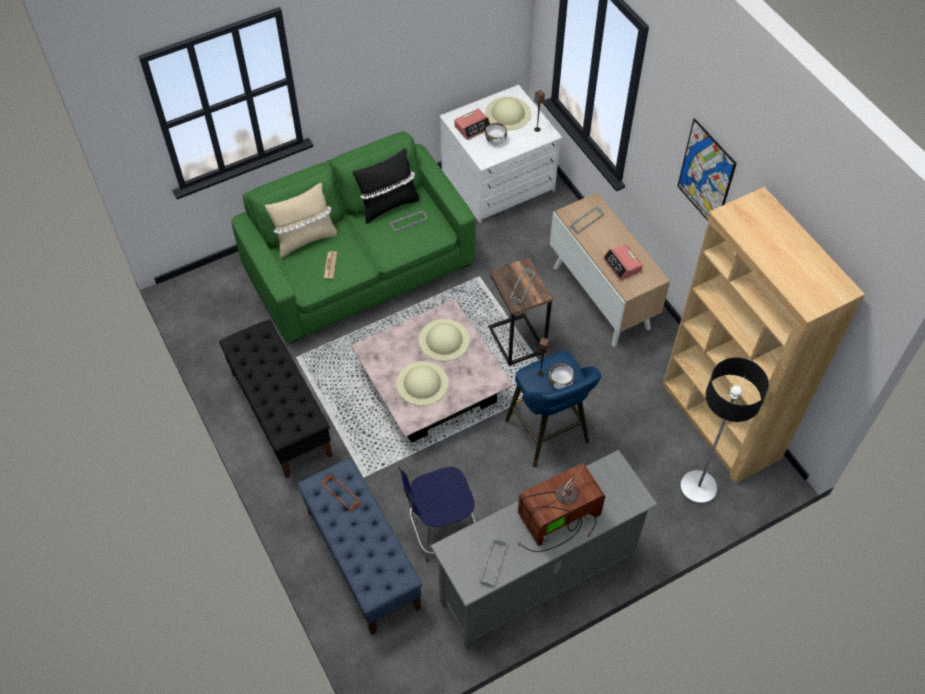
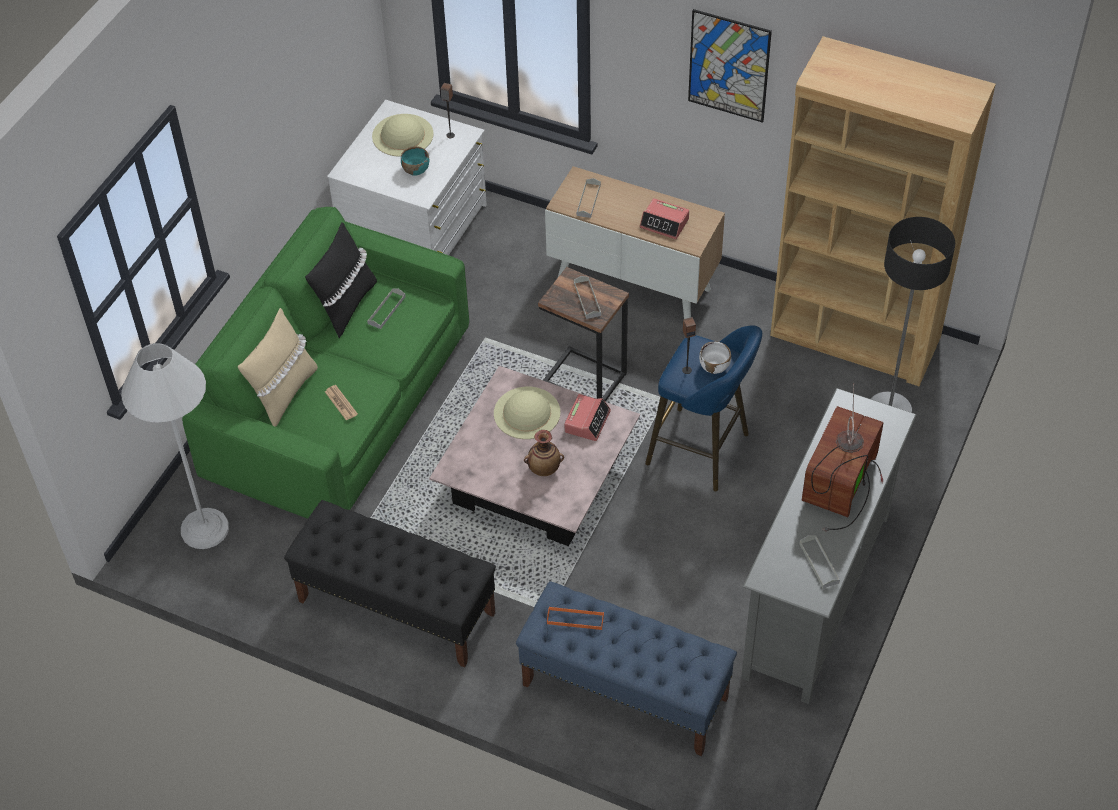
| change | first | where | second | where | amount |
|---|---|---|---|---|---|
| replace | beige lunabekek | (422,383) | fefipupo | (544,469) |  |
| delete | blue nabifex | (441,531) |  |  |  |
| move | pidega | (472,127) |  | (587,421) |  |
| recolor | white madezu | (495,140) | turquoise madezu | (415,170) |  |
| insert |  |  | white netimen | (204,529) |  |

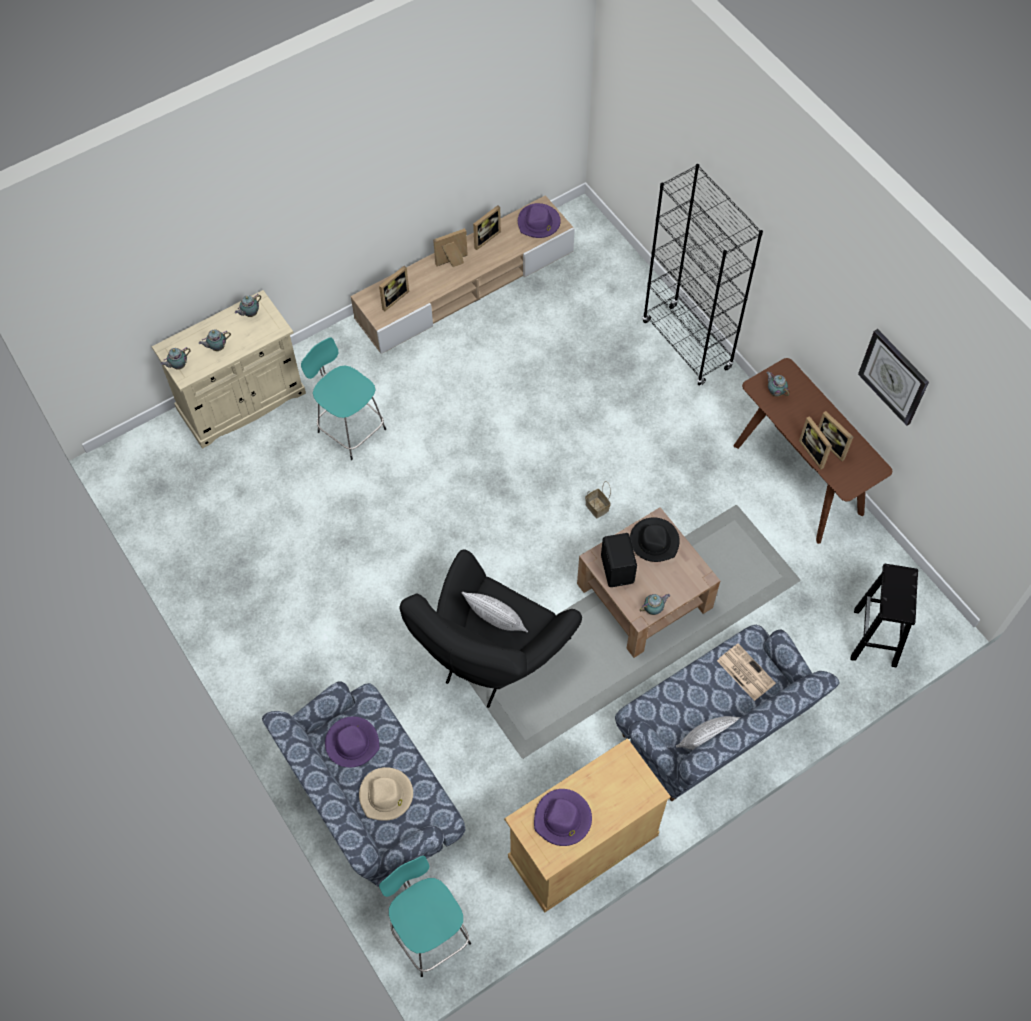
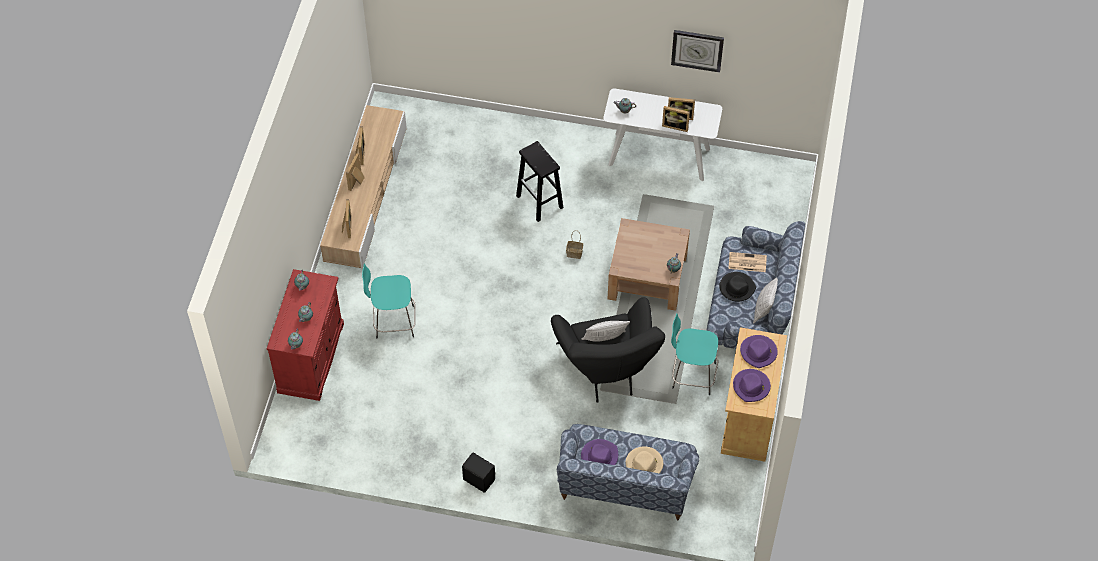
| change | first | where | second | where | amount |
|---|---|---|---|---|---|
| recolor | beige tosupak | (241,401) | red tosupak | (311,358) |  |
| move | turquoise nabifex | (429,932) |  | (692,375) |  |
| move | purple lunabekek | (539,223) |  | (758,352) |  |
| move | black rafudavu | (618,569) |  | (479,479) |  |
| move | black lunabekek | (654,541) |  | (736,288) |  |
| delete | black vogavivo | (687,345) |  |  |  |
| recolor | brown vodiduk | (798,479) | white vodiduk | (659,156) |  |
| move | black nabifex | (875,639) |  | (540,202) |  |

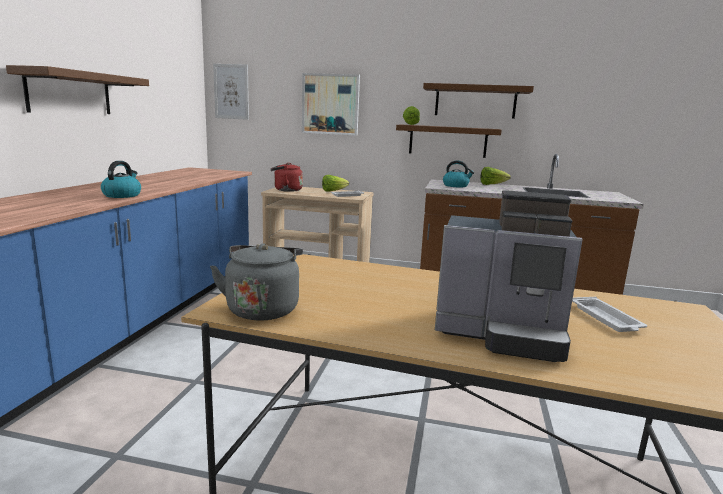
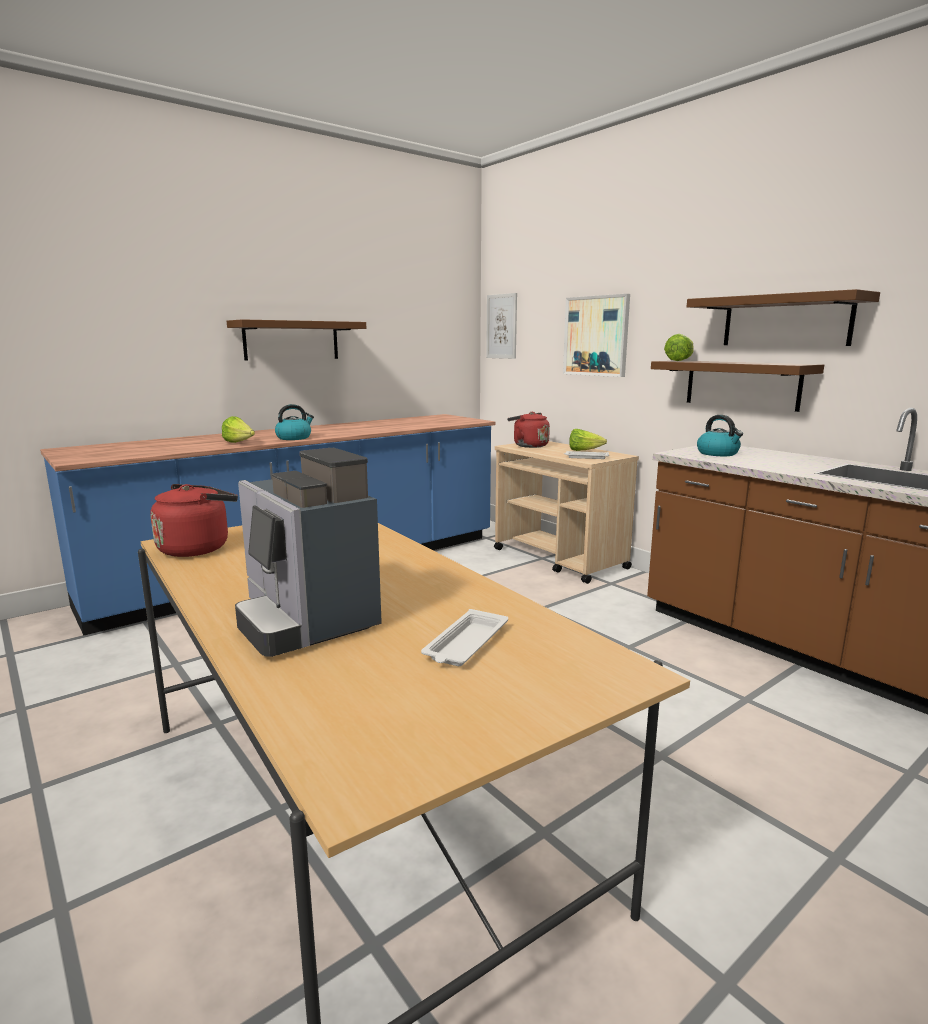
| change | first | where | second | where | amount |
|---|---|---|---|---|---|
| recolor | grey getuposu | (263,308) | red getuposu | (197,548) |  |
| move | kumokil | (492,185) |  | (240,443) |  |

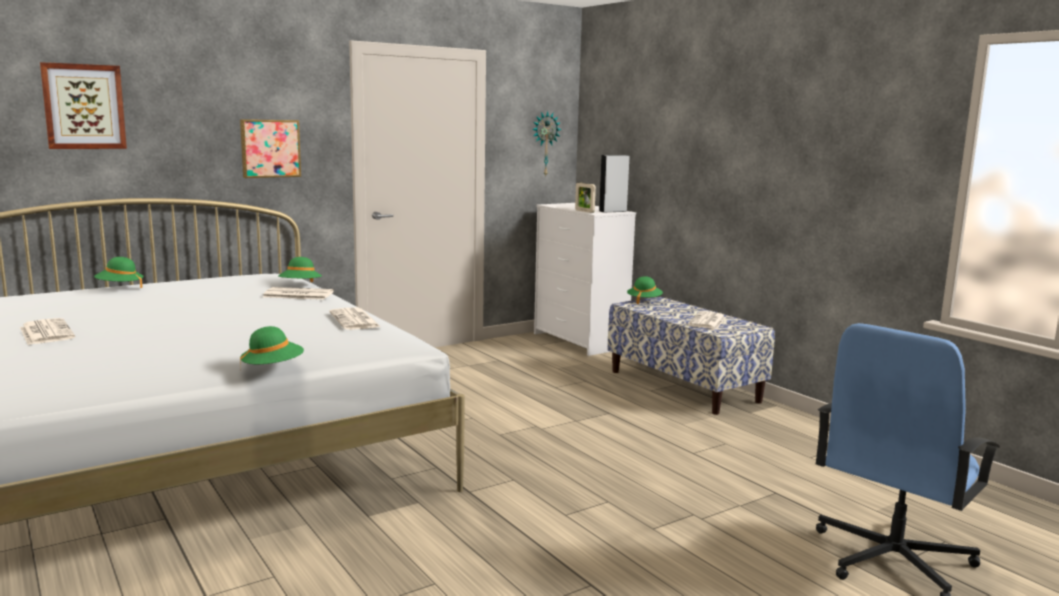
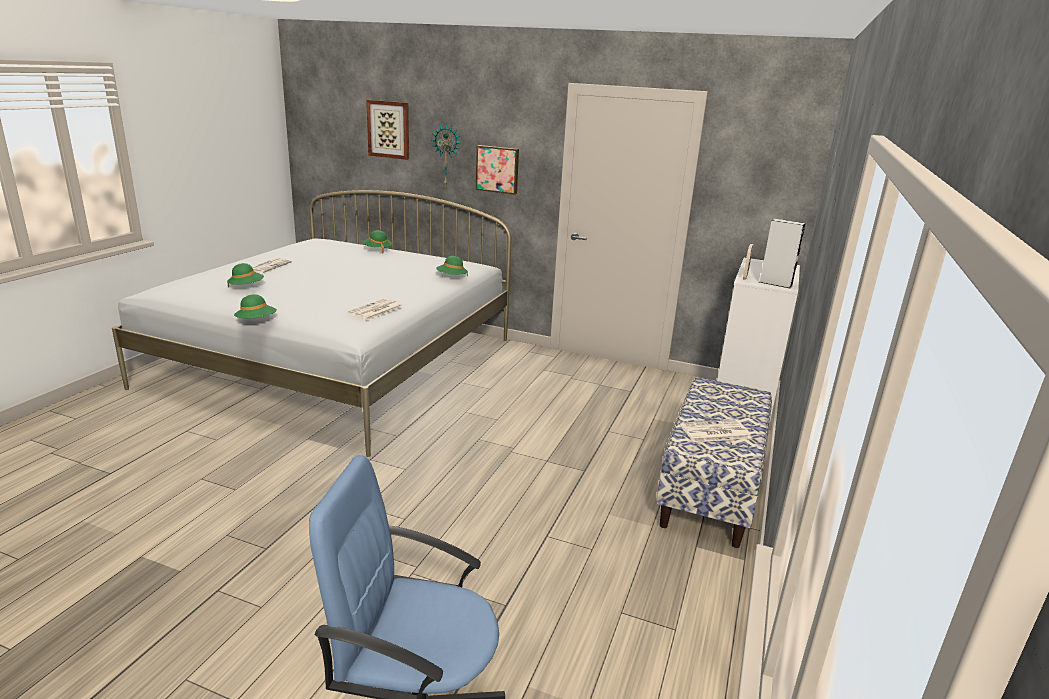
| change | first | where | second | where | amount |
|---|---|---|---|---|---|
| delete | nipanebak | (297,295) |  |  |  |
| move | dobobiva | (544,144) |  | (447,155) |  |
| move | green lunabekek | (644,301) |  | (246,287) |  |

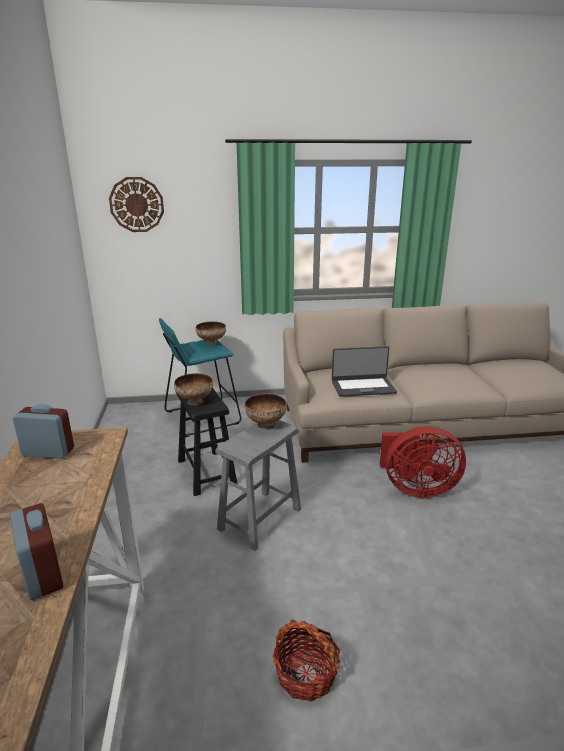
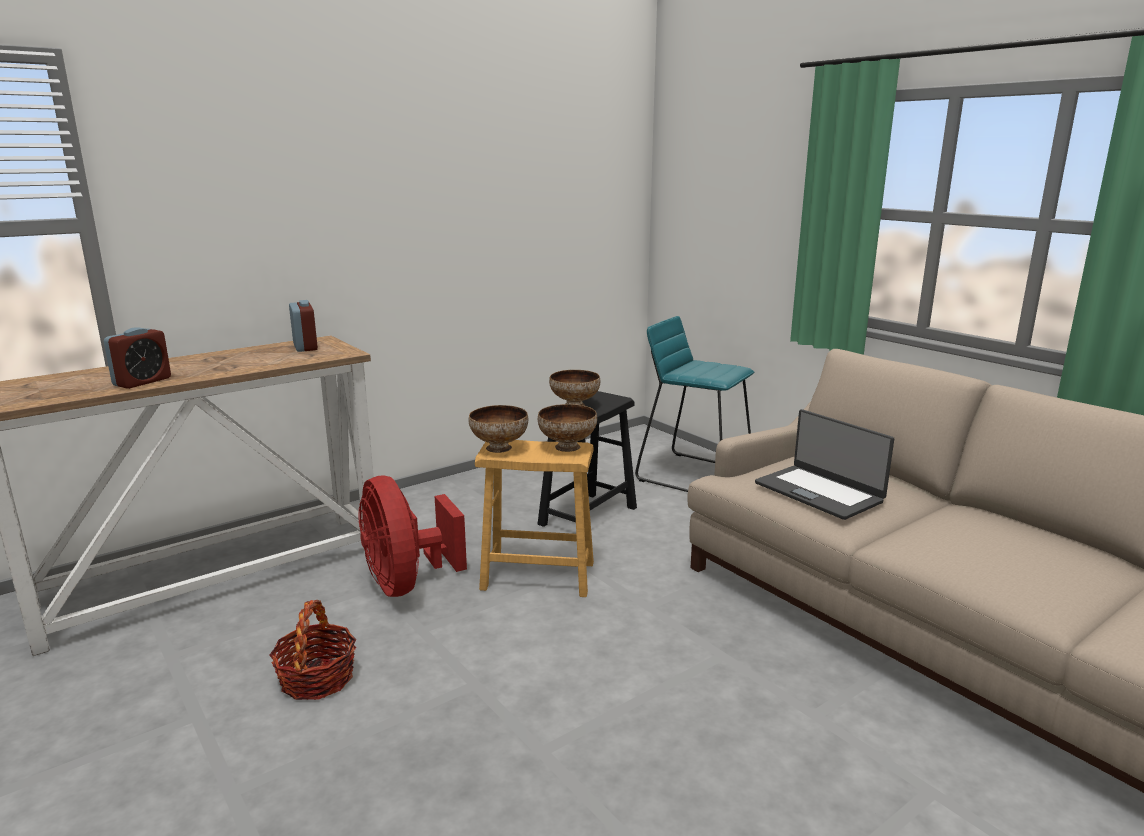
| change | first | where | second | where | amount |
|---|---|---|---|---|---|
| delete | dobobiva | (136,204) |  |  |  |
| move | madezu | (212,343) |  | (500,448) |  |
| recolor | grey nabifex | (259,519) | brown nabifex | (538,575) |  |
| move | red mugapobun | (415,488) |  | (406,583) |  |

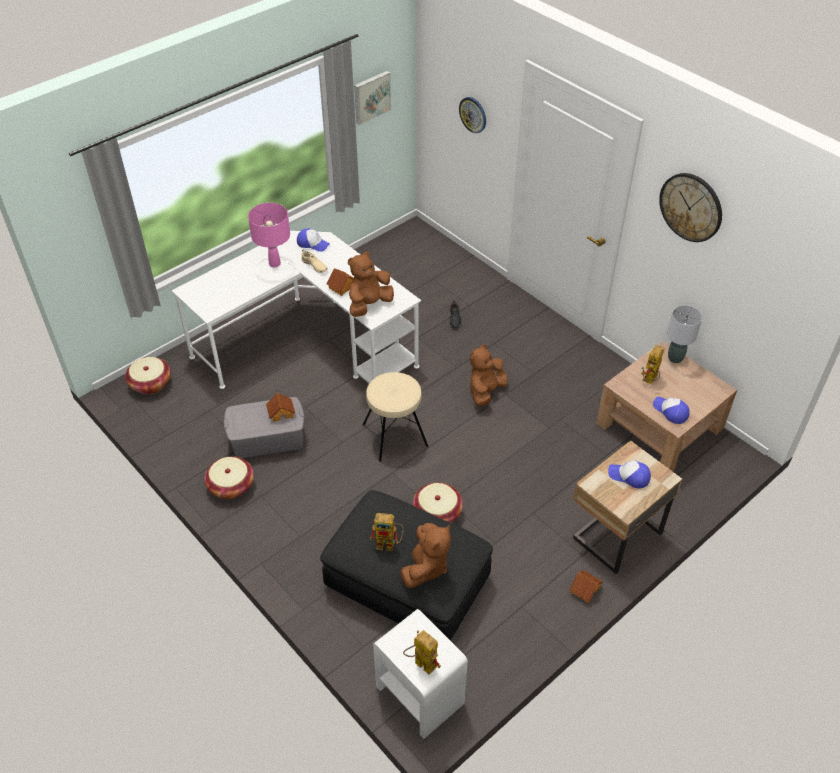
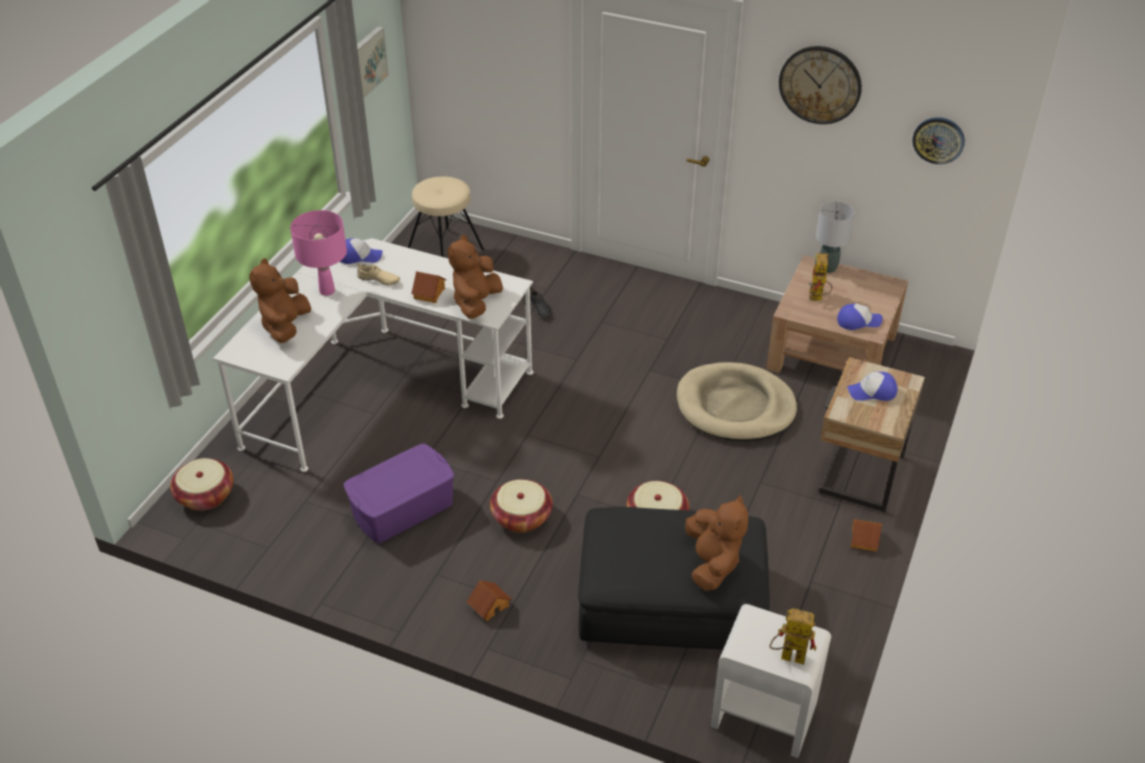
| change | first | where | second | where | amount |
|---|---|---|---|---|---|
| move | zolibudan | (231,486) |  | (521,517) |  |
| recolor | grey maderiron | (267,439) | purple maderiron | (402,509) |  |
| move | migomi | (281,412) |  | (489,605) |  |
| move | beige nabifex | (395,435) |  | (445,250) |  |
| delete | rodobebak | (389,544) |  |  |  |
| move | dobobiva | (473,114) |  | (938,140) |  |
| move | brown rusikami | (485,391) |  | (285,326) |  |
| rotate | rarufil | (670,411) |  | (858,321) | 150 degrees clockwise |
| insert |  |  | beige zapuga | (735,407) |  |

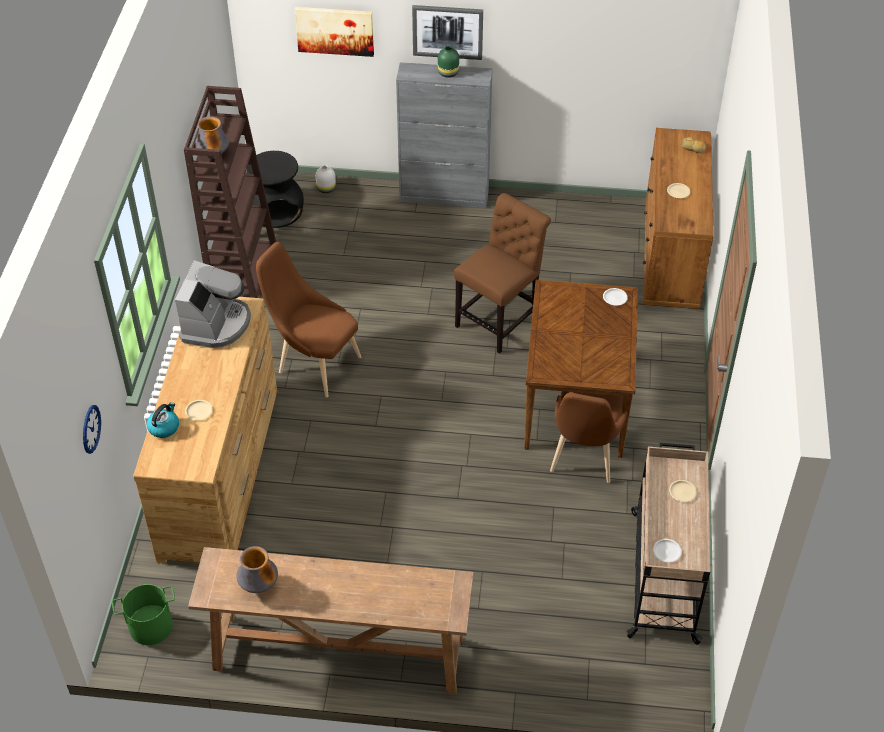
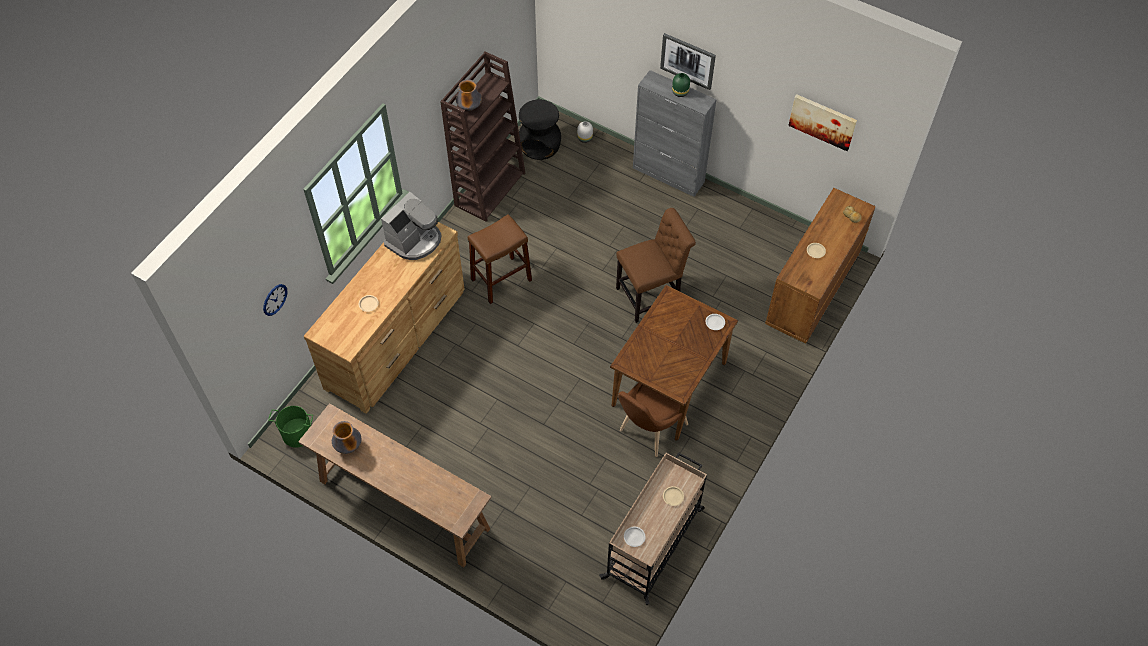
| change | first | where | second | where | amount |
|---|---|---|---|---|---|
| delete | getuposu | (164,427) |  |  |  |
| replace | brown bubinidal | (314,363) | brown nabifex | (501,279) |  |
| move | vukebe | (335,30) |  | (822,121) |  |

